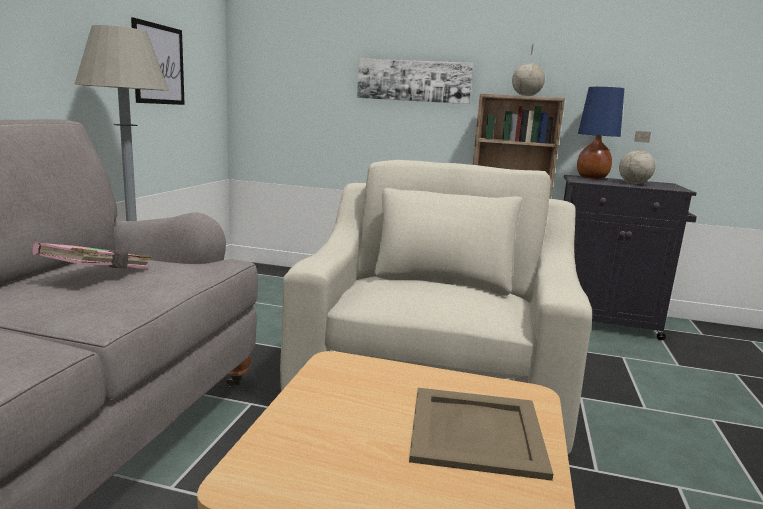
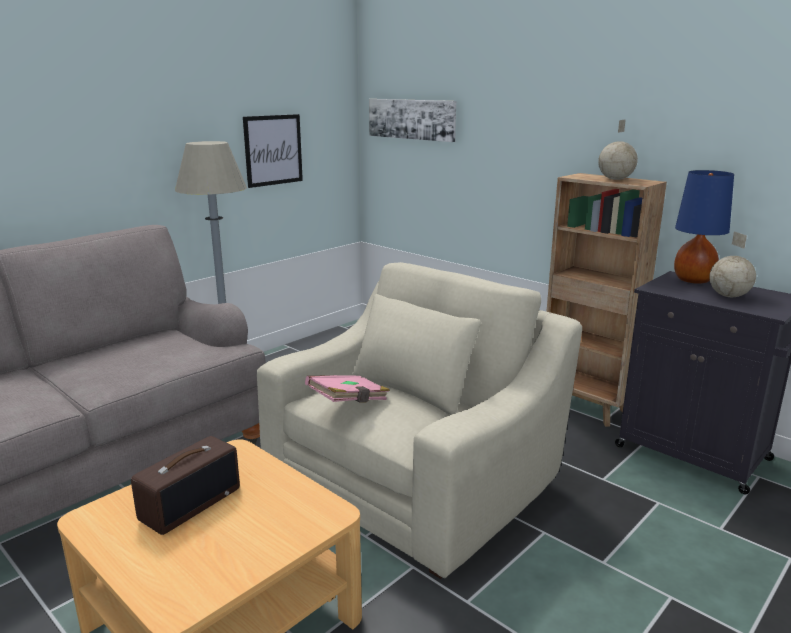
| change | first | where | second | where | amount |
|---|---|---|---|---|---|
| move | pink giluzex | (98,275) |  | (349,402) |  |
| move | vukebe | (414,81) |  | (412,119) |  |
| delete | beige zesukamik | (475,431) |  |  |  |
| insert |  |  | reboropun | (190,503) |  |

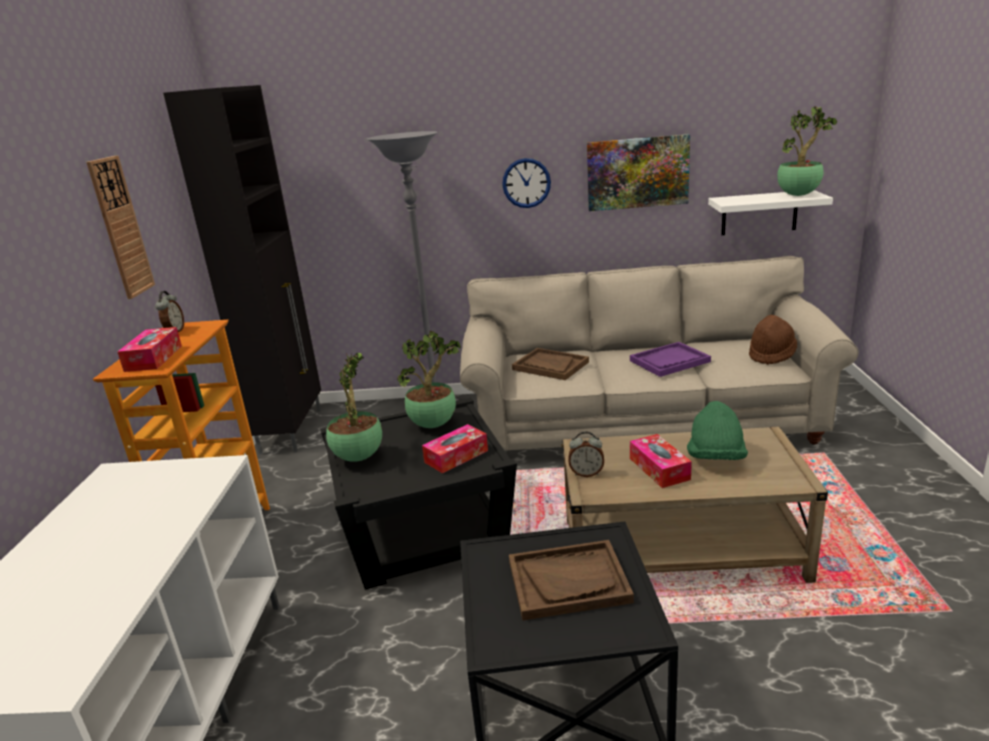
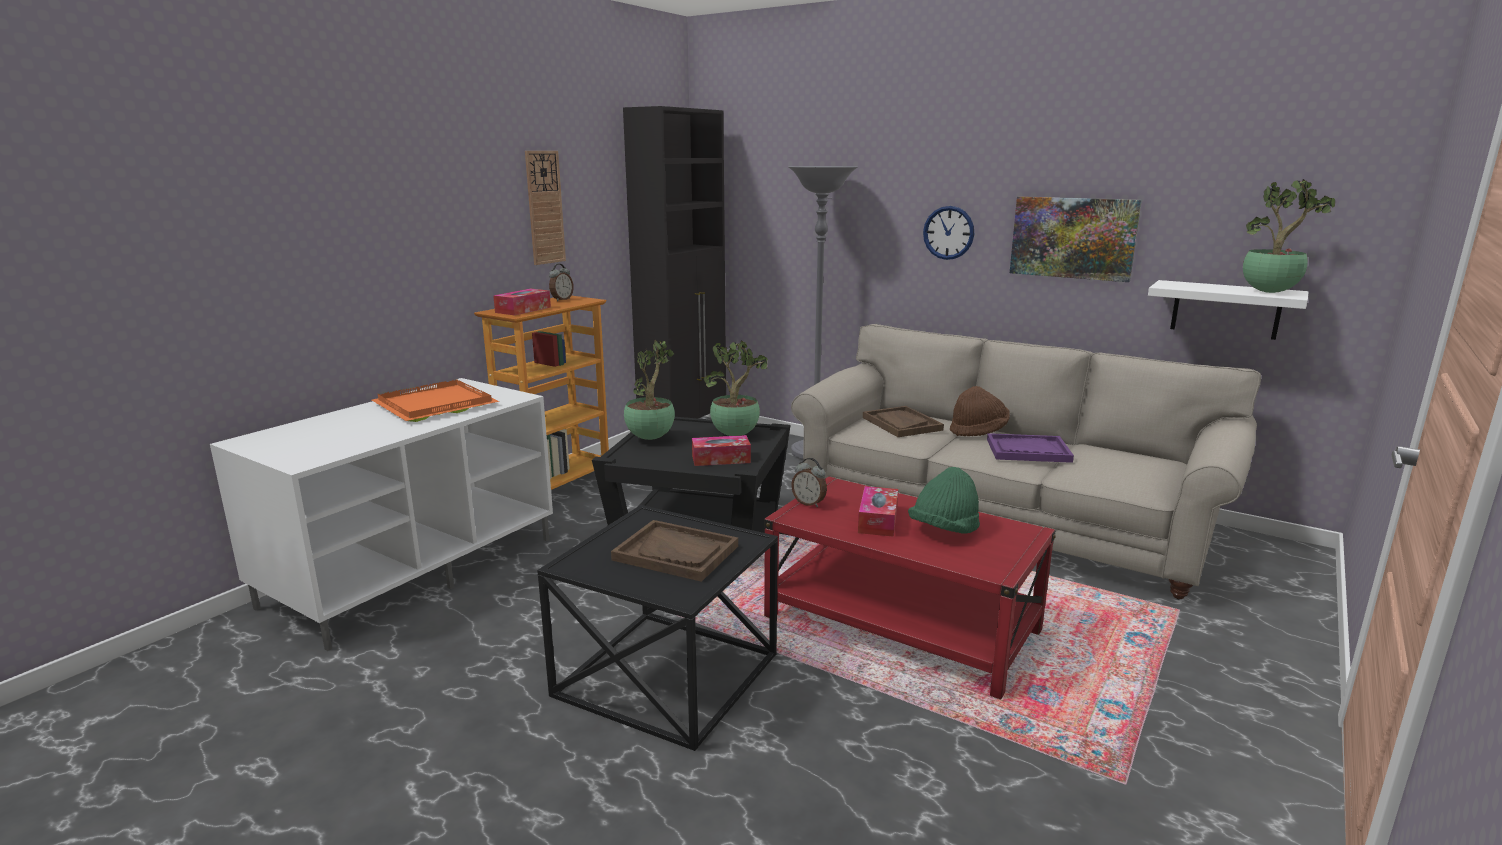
| change | first | where | second | where | amount |
|---|---|---|---|---|---|
| recolor | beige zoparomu | (680,548) | red zoparomu | (901,624) |  |
| move | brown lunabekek | (772,355) |  | (978,431) |  |
| insert |  |  | orange zesukamik | (434,405) |  |

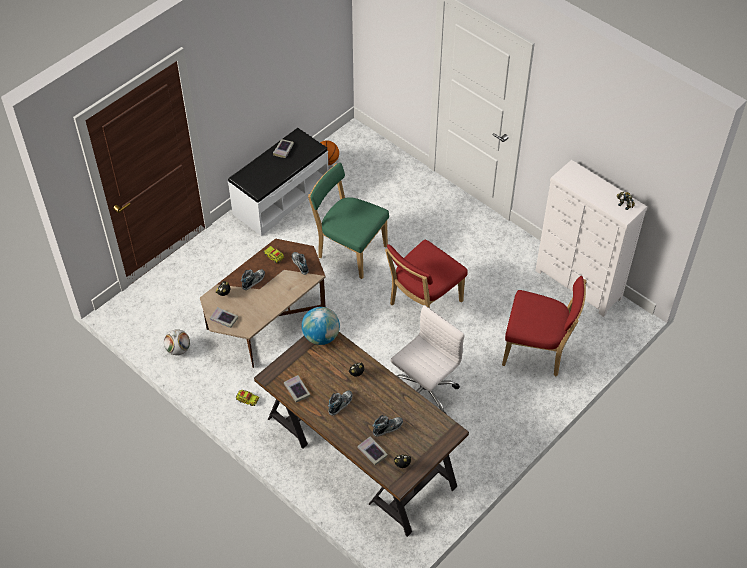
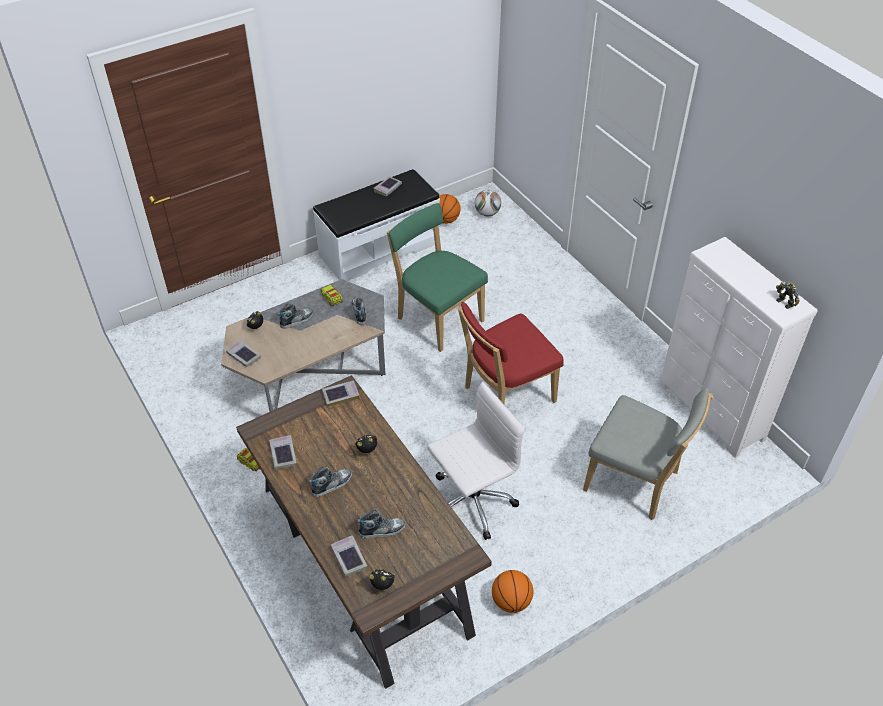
| change | first | where | second | where | amount |
|---|---|---|---|---|---|
| move | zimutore | (178,349) |  | (487,213) |  |
| recolor | brown zoparomu | (267,318) | grey zoparomu | (312,374) |  |
| replace | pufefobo | (321,336) | giluzex | (340,395) |  |
| recolor | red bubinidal | (537,351) | grey bubinidal | (635,483) |  |
| insert |  |  | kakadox | (511,601) |  |

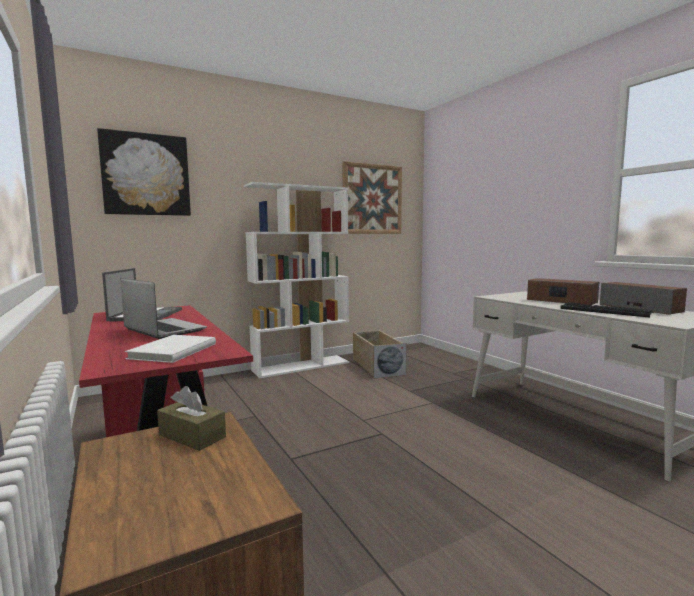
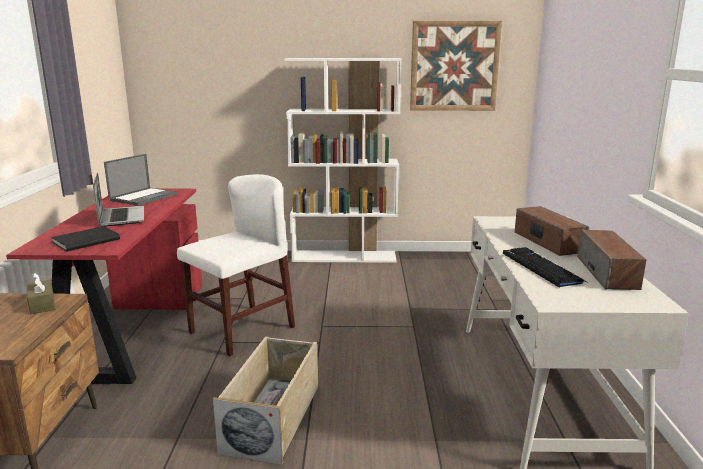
| change | first | where | second | where | amount |
|---|---|---|---|---|---|
| delete | vukebe | (146,175) |  |  |  |
| recolor | white giluzex | (171,351) | black giluzex | (84,240) |  |
| move | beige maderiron | (377,366) |  | (273,417) |  |
| insert |  |  | white bubinidal | (242,329) |  |

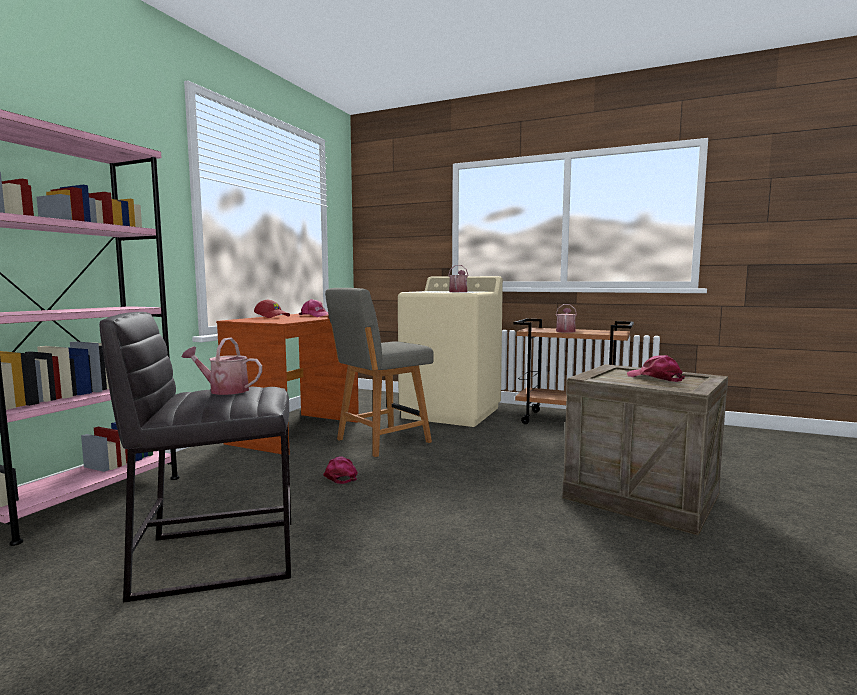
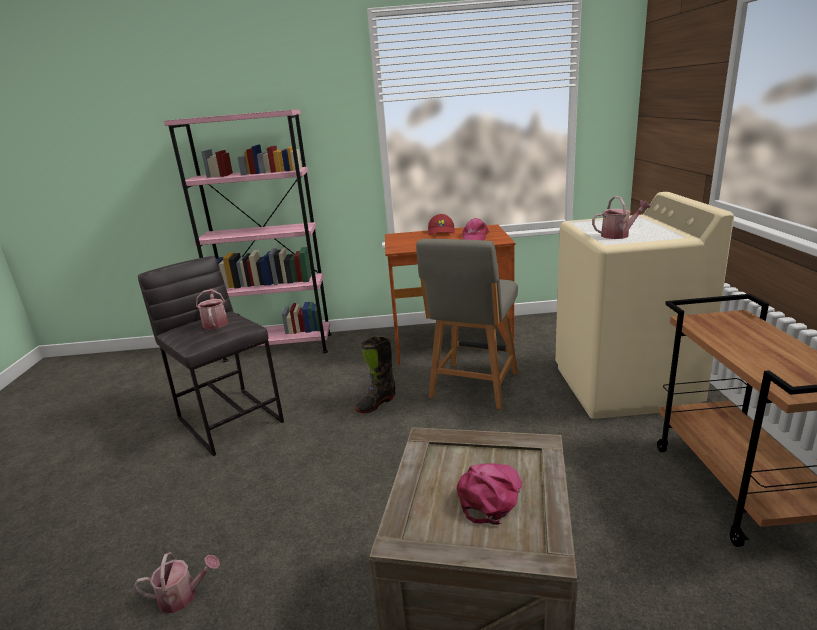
| change | first | where | second | where | amount |
|---|---|---|---|---|---|
| replace | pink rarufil | (340,476) | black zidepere | (376,403) |  |
| rotate | grey bubinidal | (380,441) |  | (473,387) | 90 degrees counterclockwise |
| move | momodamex | (565,331) |  | (183,596) |  |

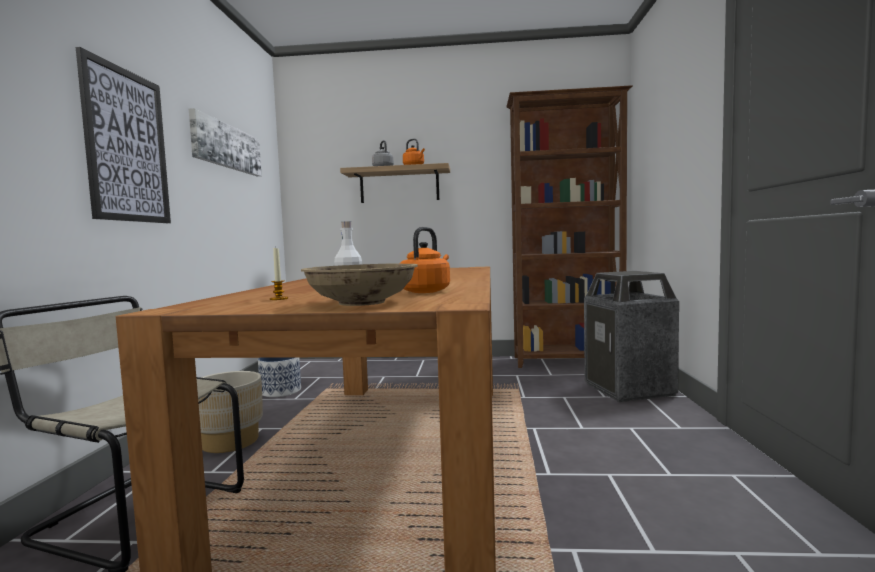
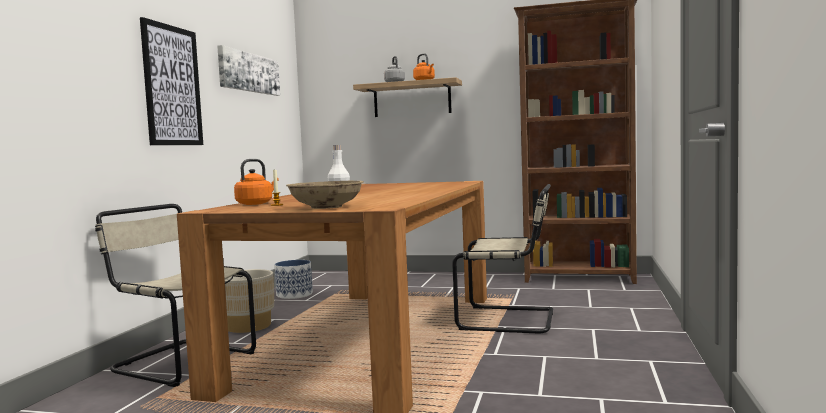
| change | first | where | second | where | amount |
|---|---|---|---|---|---|
| move | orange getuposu | (426,291) |  | (256,203) |  |
| delete | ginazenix | (629,389) |  |  |  |
| insert |  |  | beige bubinidal | (511,320) |  |

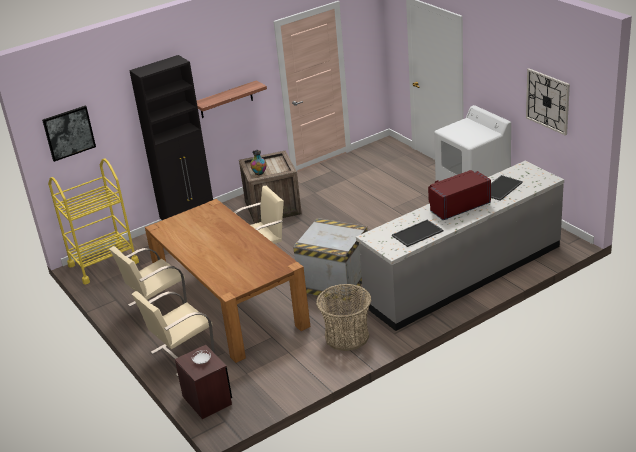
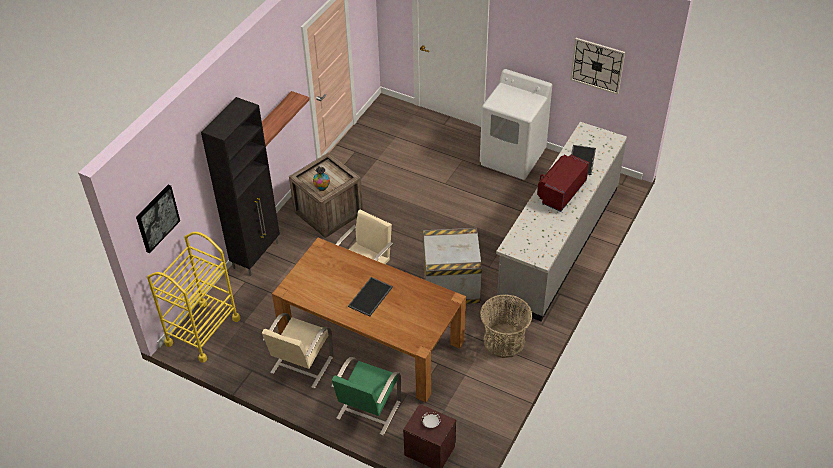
| change | first | where | second | where | amount |
|---|---|---|---|---|---|
| recolor | beige bubinidal | (181,354) | green bubinidal | (367,411) |  |
| move | zesukamik | (417,234) |  | (371,297) |  |

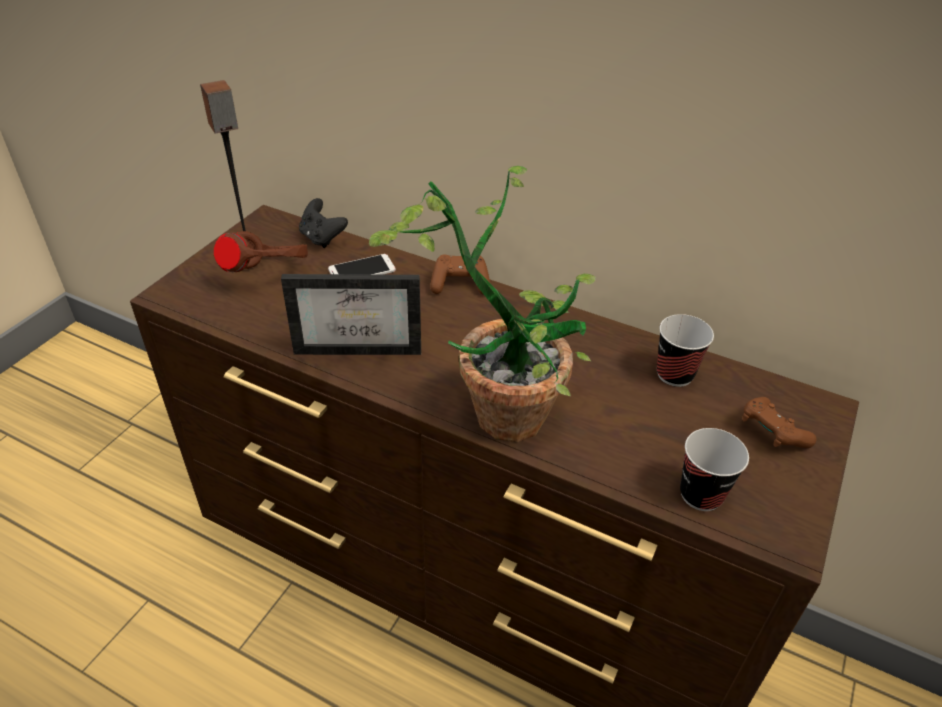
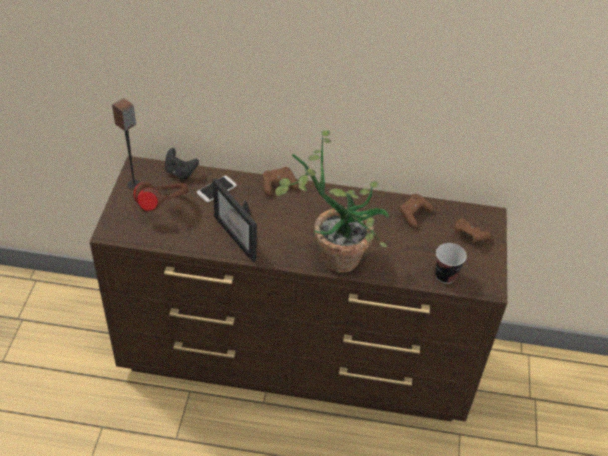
| change | first | where | second | where | amount |
|---|---|---|---|---|---|
| rotate | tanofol | (361,344) |  | (242,236) | 75 degrees clockwise |
| replace | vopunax | (674,374) | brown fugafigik | (413,214) |  |

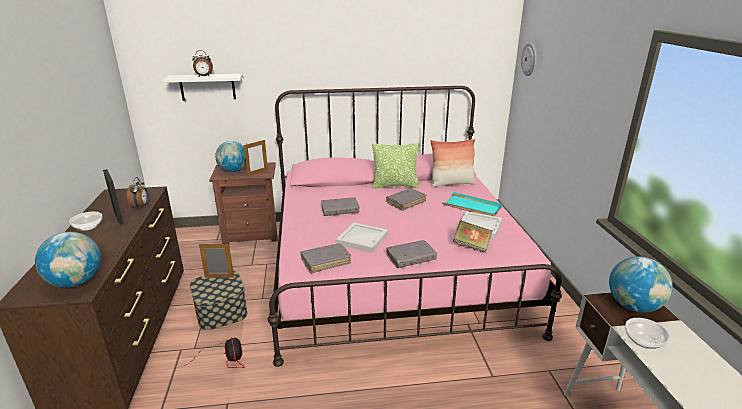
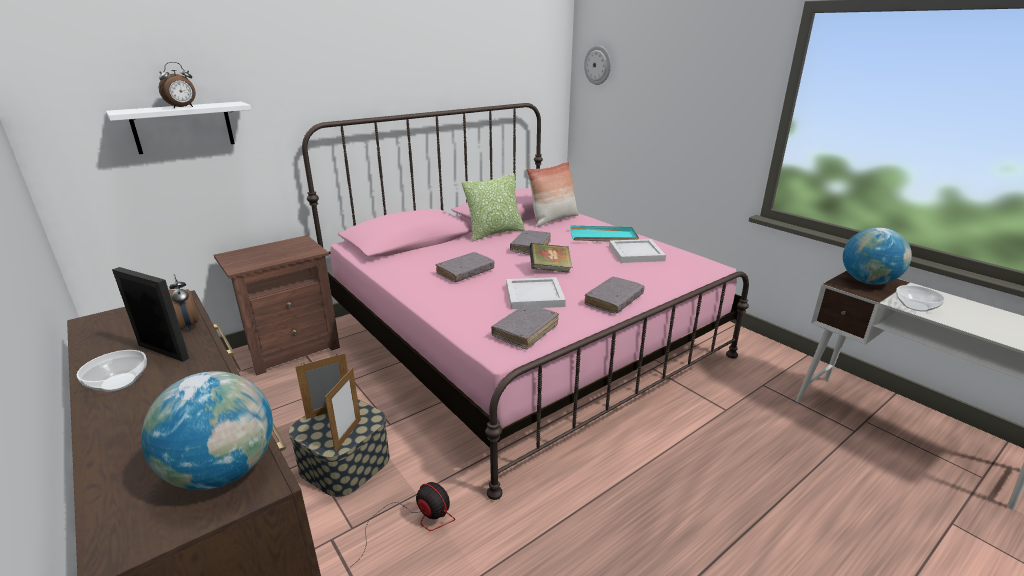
| change | first | where | second | where | amount |
|---|---|---|---|---|---|
| delete | pufefobo | (233,171) |  |  |  |
| move | tanofol | (257,173) |  | (348,435) |  |
| move | giluzex | (471,246) |  | (550,270) |  |

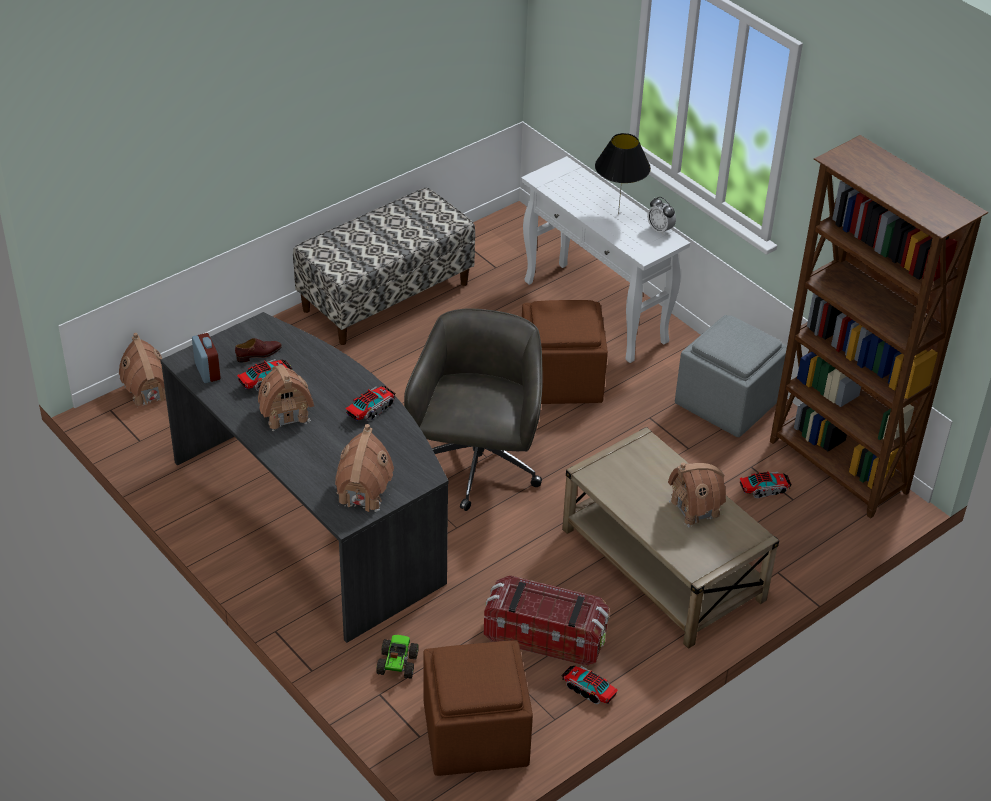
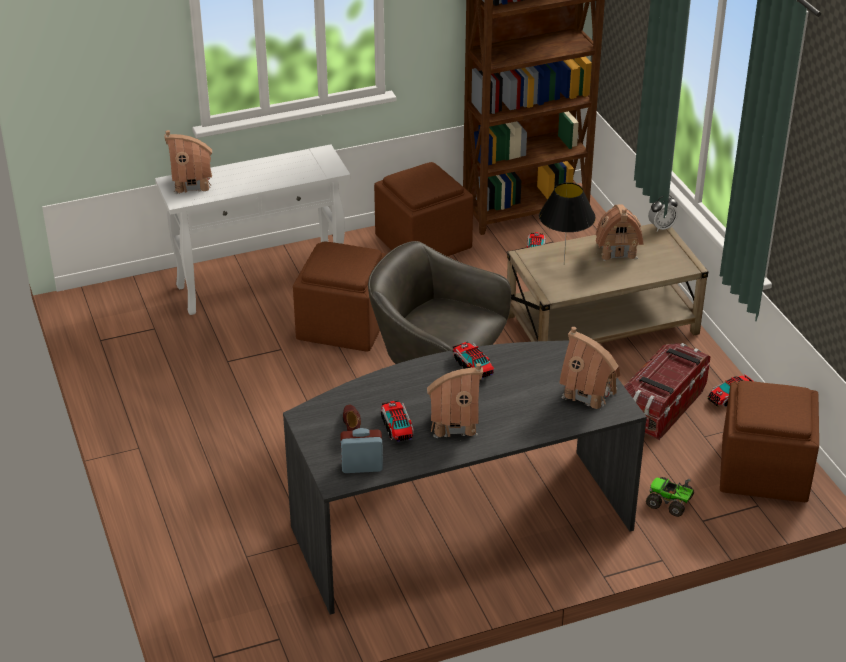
| change | first | where | second | where | amount |
|---|---|---|---|---|---|
| move | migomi | (147,391) |  | (192,183) |  |
| delete | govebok | (386,296) |  |  |  |
| move | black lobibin | (618,214) |  | (564,264) |  |
| move | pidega | (660,230) |  | (661,227) |  |
| recolor | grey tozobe | (729,403) | brown tozobe | (423,243) |  |

